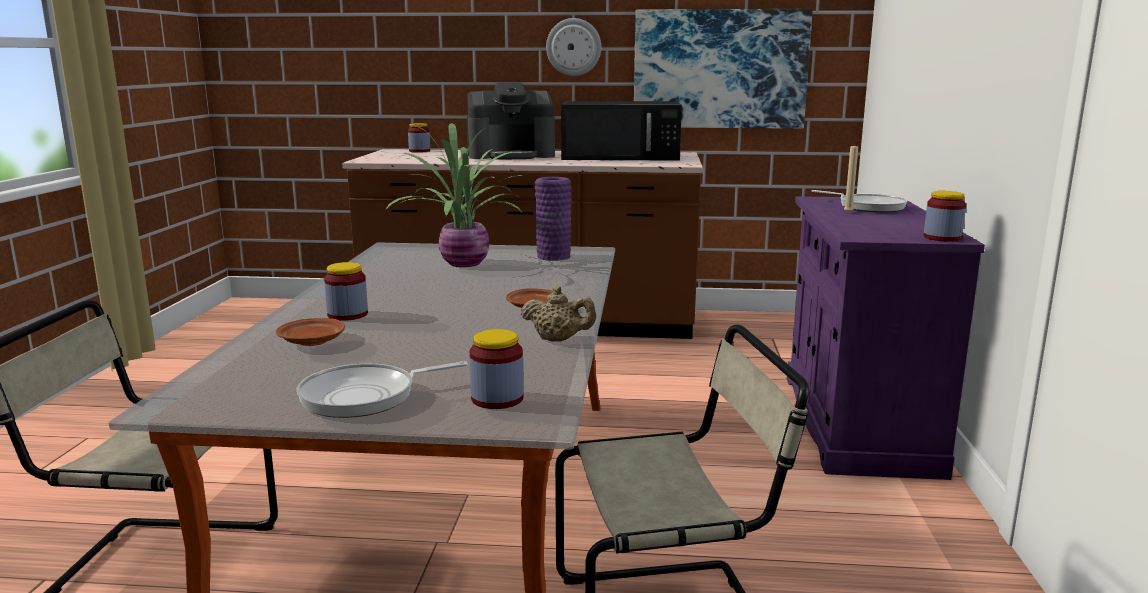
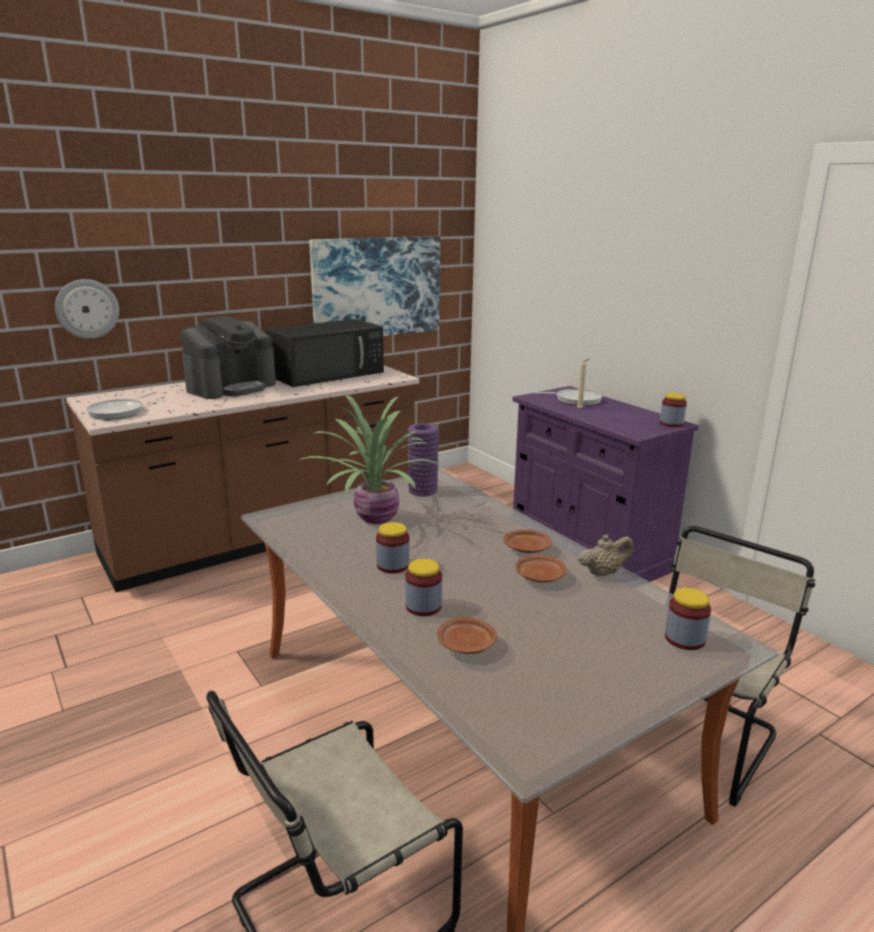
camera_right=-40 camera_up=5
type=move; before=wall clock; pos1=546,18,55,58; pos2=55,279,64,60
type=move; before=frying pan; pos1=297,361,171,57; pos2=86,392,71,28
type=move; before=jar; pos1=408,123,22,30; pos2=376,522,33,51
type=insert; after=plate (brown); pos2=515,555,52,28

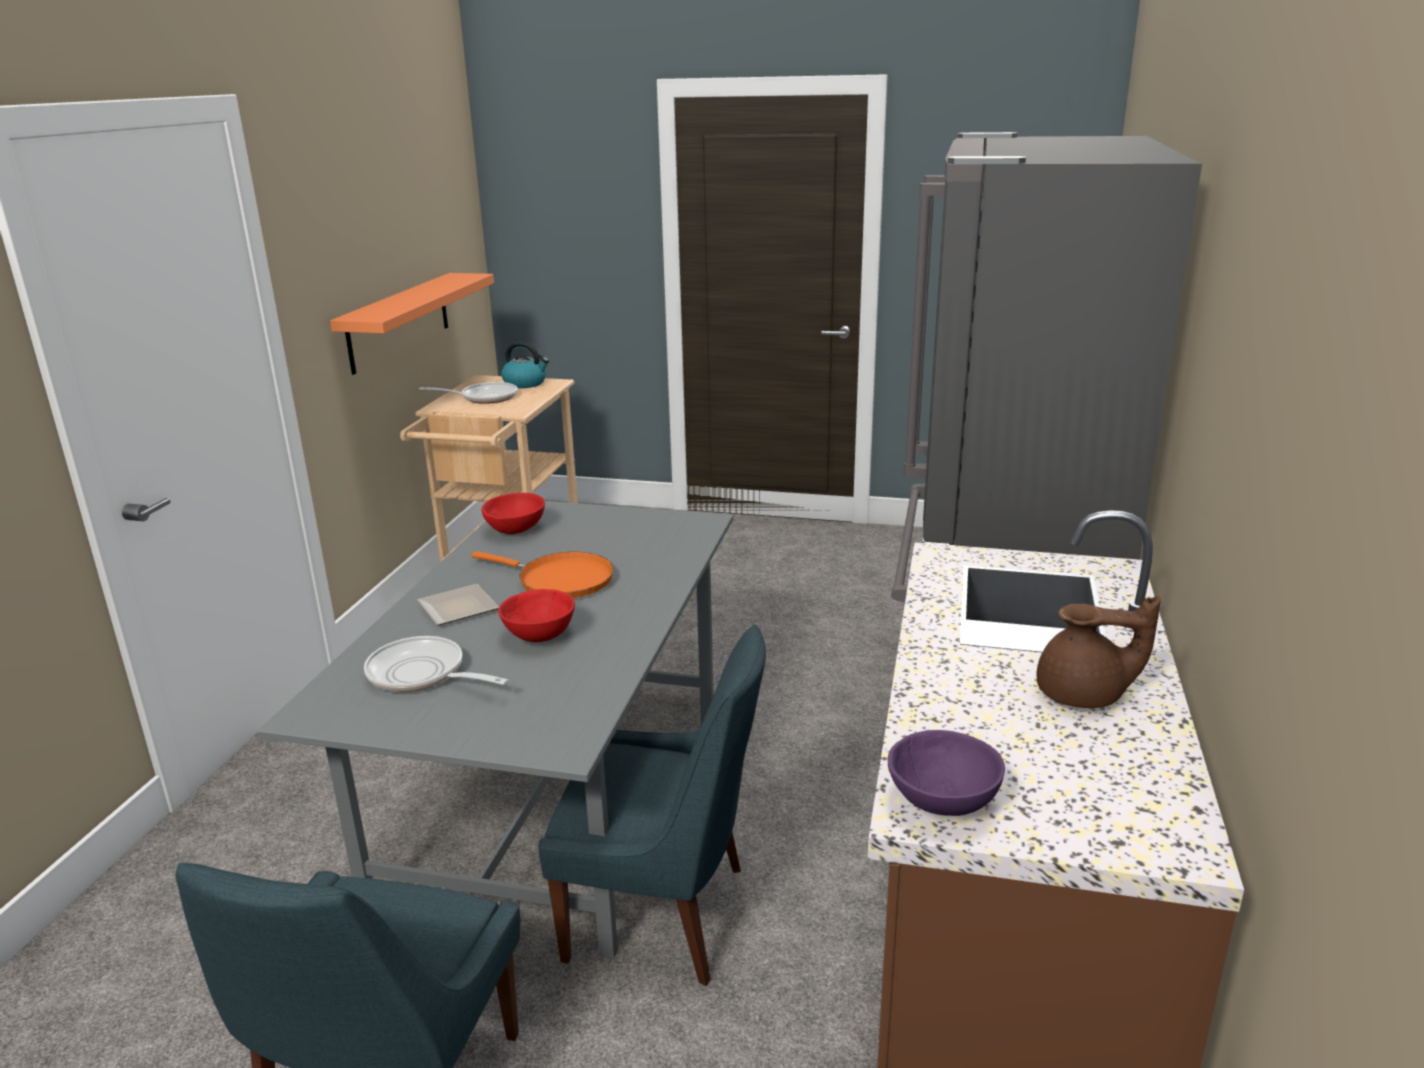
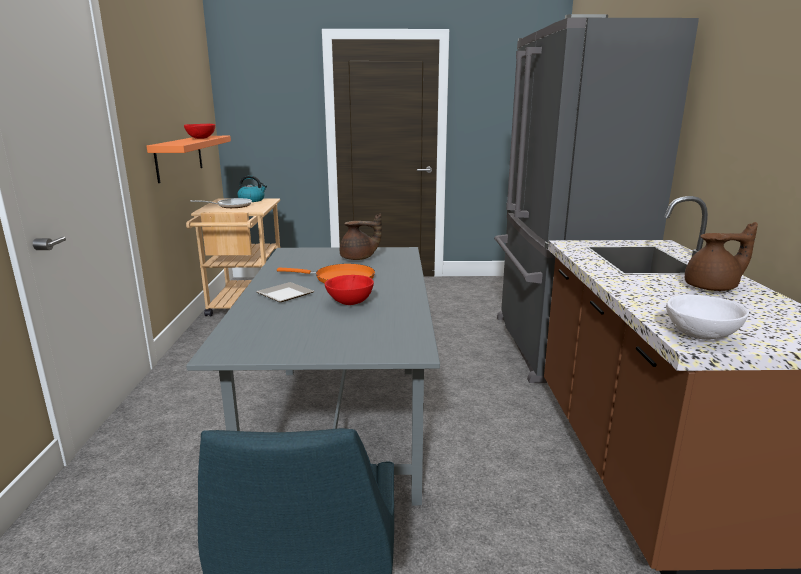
camera_right=-15 camera_up=-5
type=move; before=bowl (red); pos1=482,493,63,41; pos2=184,124,31,15
type=insert; after=teapot (brown); pos2=340,213,42,47
type=recolor; before=bowl (purple); after=bowl (white); pos1=888,730,117,86; pos2=666,295,83,45
type=delete; before=frying pan; pos1=364,636,145,56
type=delete; before=chair (blue); pos1=538,625,228,361

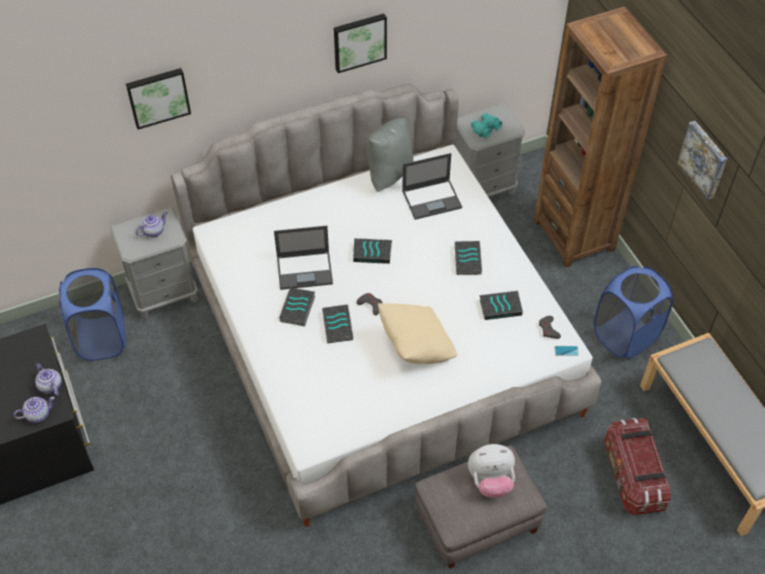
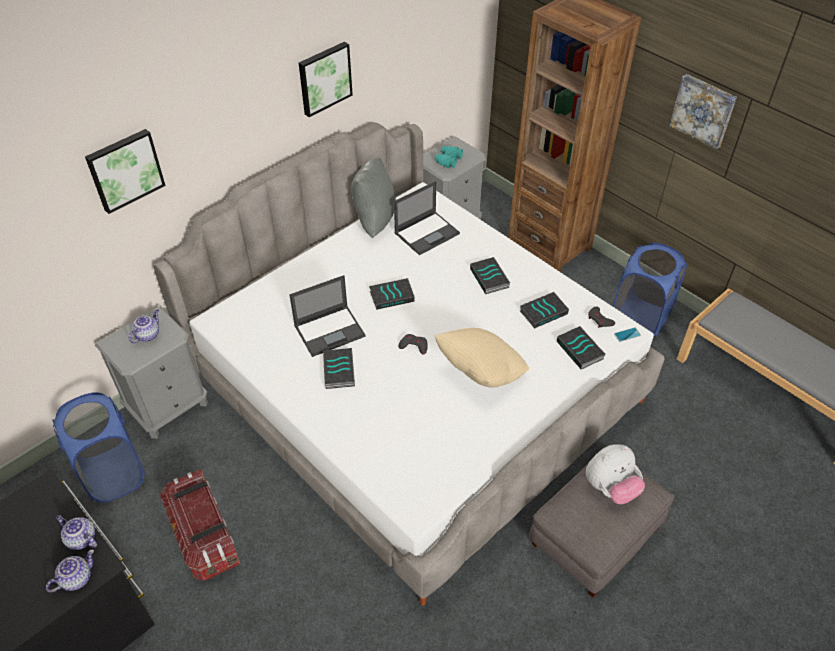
camera_right=-20 camera_up=-5
type=move; before=storage box; pos1=604,418,67,97; pos2=160,469,80,112
type=move; before=book; pos1=322,304,31,39; pos2=557,326,49,44

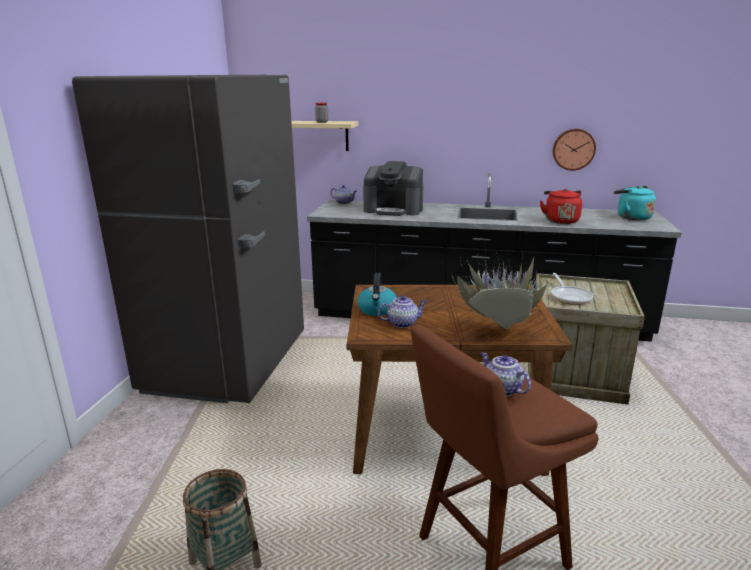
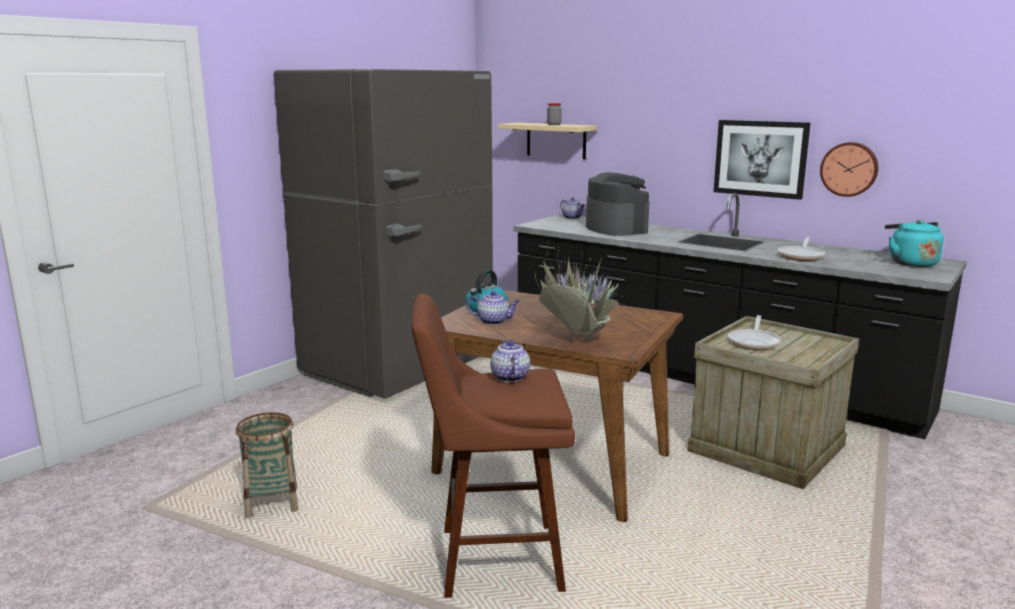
camera_right=25 camera_up=-5
type=rotate; before=coffee machine; pos1=363,161,60,55; pos2=586,172,64,64; turn=-150
type=insert; after=picture; pos2=714,120,97,80
type=replace; before=kettle (red); after=frying pan; pos1=540,189,42,35; pos2=778,237,47,24

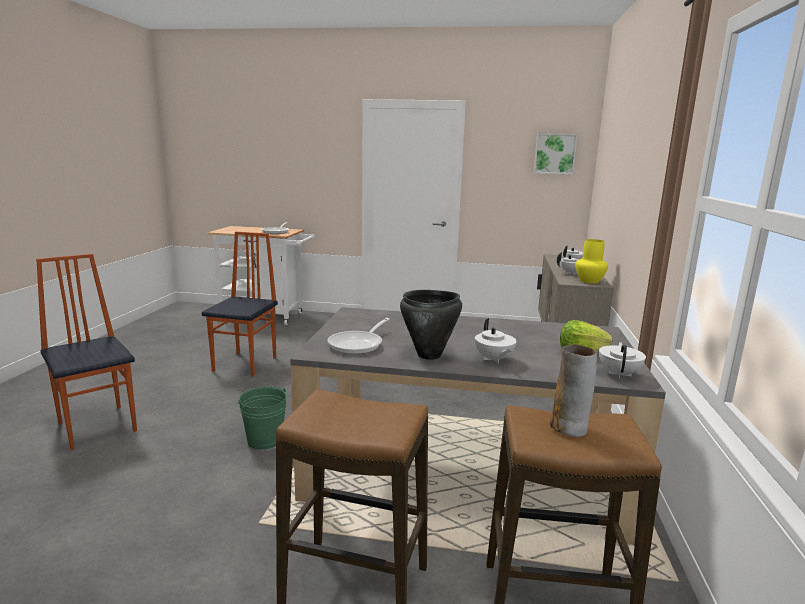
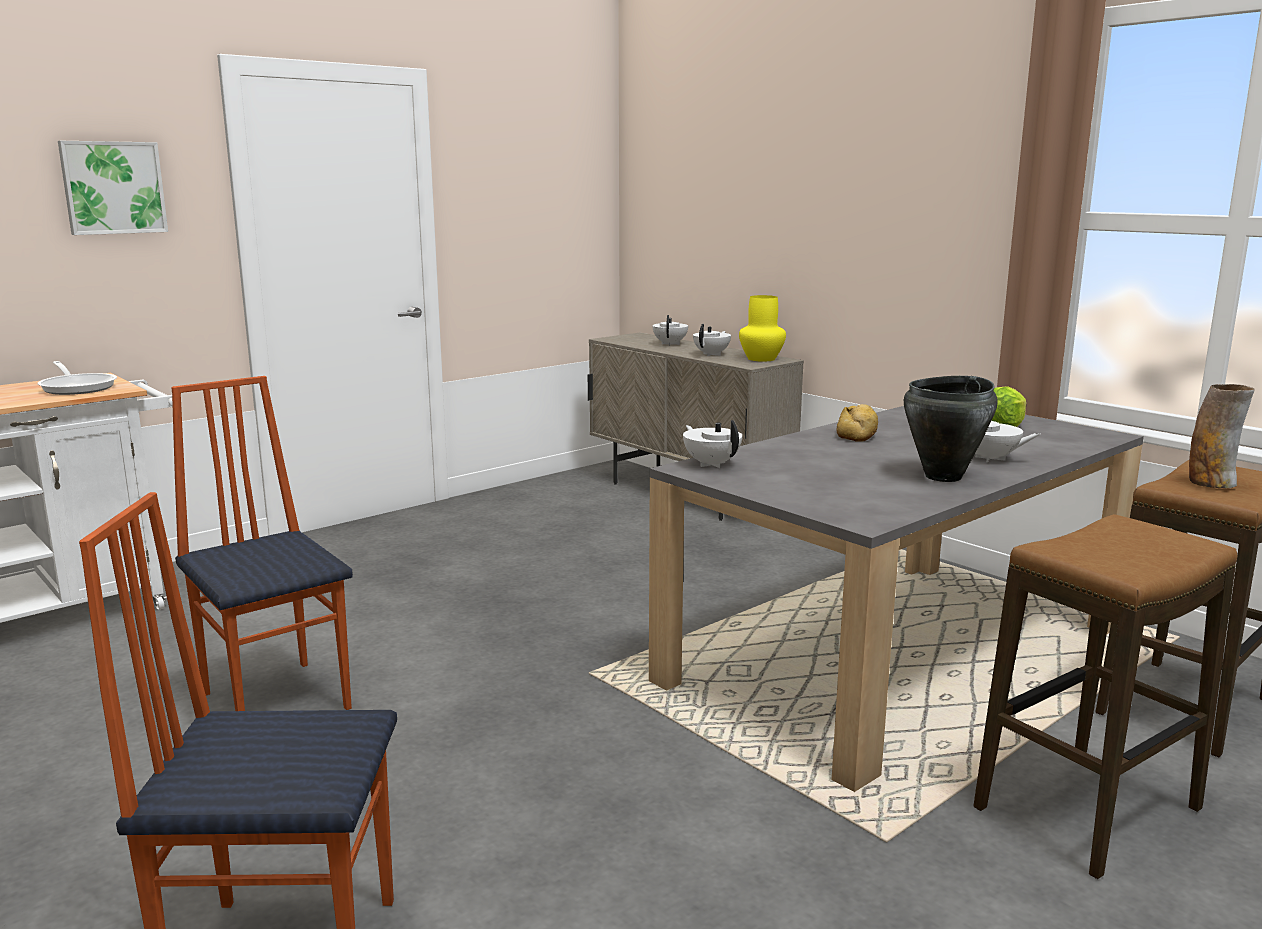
camera_right=-50 camera_up=0
type=move; before=picture; pos1=534,133,44,41; pos2=58,141,110,94
type=move; before=teapot (white); pos1=599,342,47,36; pos2=683,420,59,48
type=insert; after=bread; pos2=837,404,41,38
type=delete; before=bucket (green); pos1=236,387,50,63
type=delete; before=frying pan; pos1=327,318,63,36

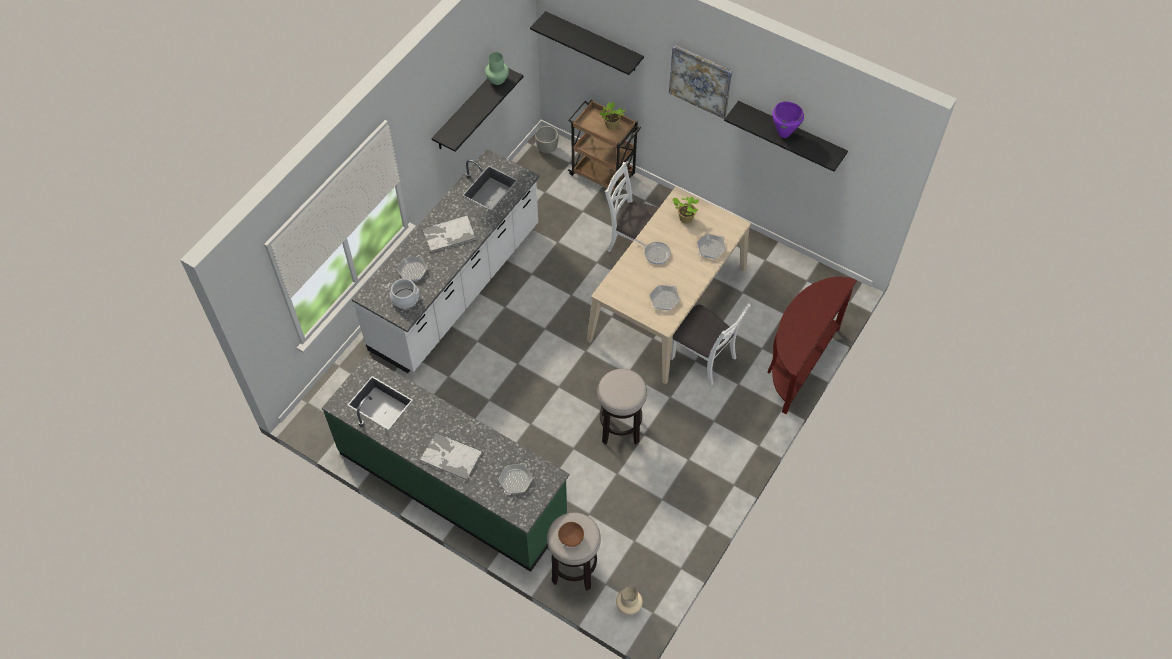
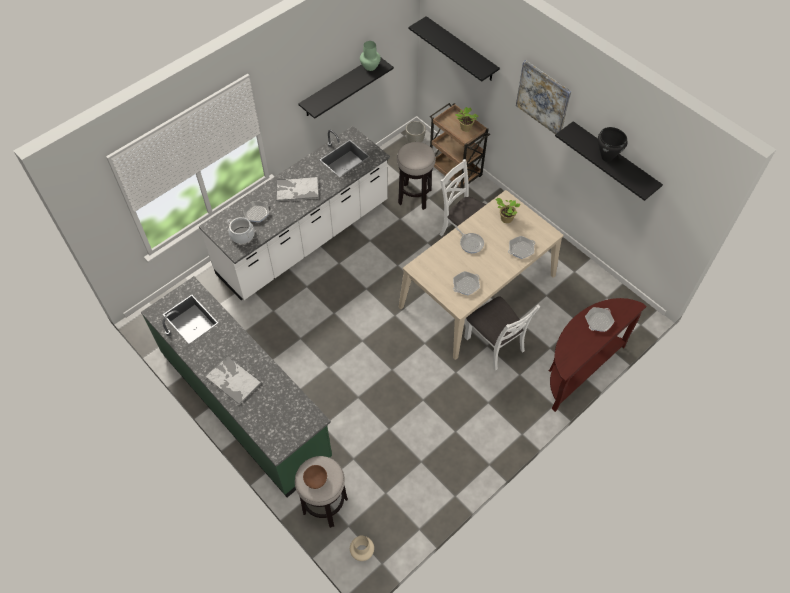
camera_right=15 camera_up=0
type=move; before=stool; pos1=597,369,50,76; pos2=397,142,39,68
type=move; before=frying pan; pos1=498,463,35,32; pos2=585,307,30,25
type=recolor; before=cooking pot (purple); after=cooking pot (black); pos1=772,102,32,36; pos2=598,127,30,35

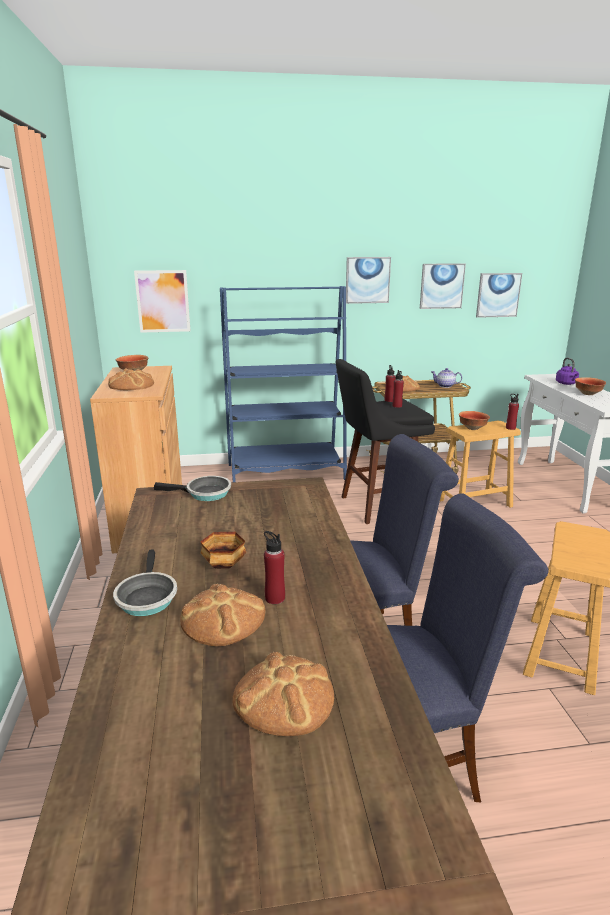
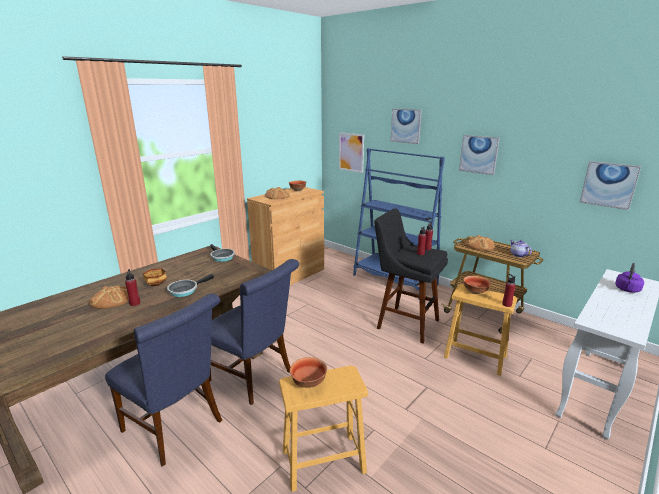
camera_right=50 camera_up=0
type=move; before=frying pan; pos1=113,549,64,67; pos2=167,274,47,23
type=move; before=bowl; pos1=575,377,31,18; pos2=290,357,37,31
type=move; before=picture; pos1=420,263,46,46; pos2=391,109,31,35
type=delete; before=bread; pos1=232,652,102,84

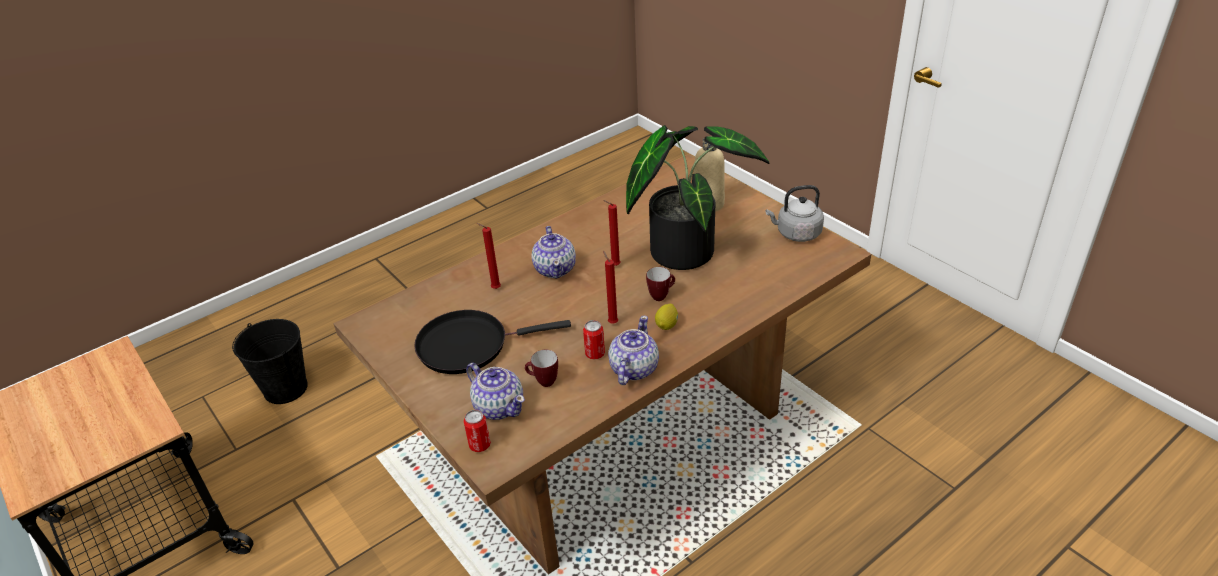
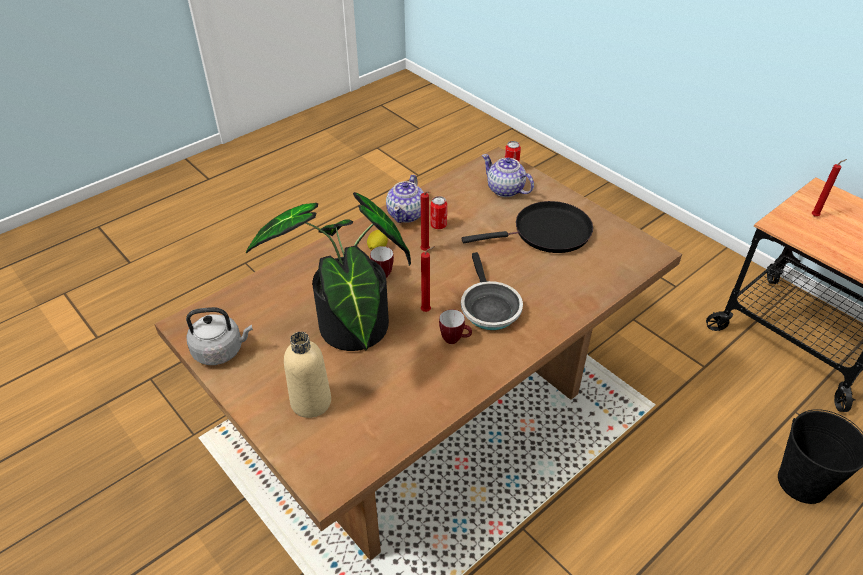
camera_right=175 camera_up=5
type=move; before=mug; pos1=525,350,33,37; pos2=439,309,33,35
type=replace; before=teapot; after=frying pan; pos1=532,226,44,53; pos2=461,252,62,78
type=move; before=candle (red); pos1=476,223,25,66; pos2=812,159,35,57

